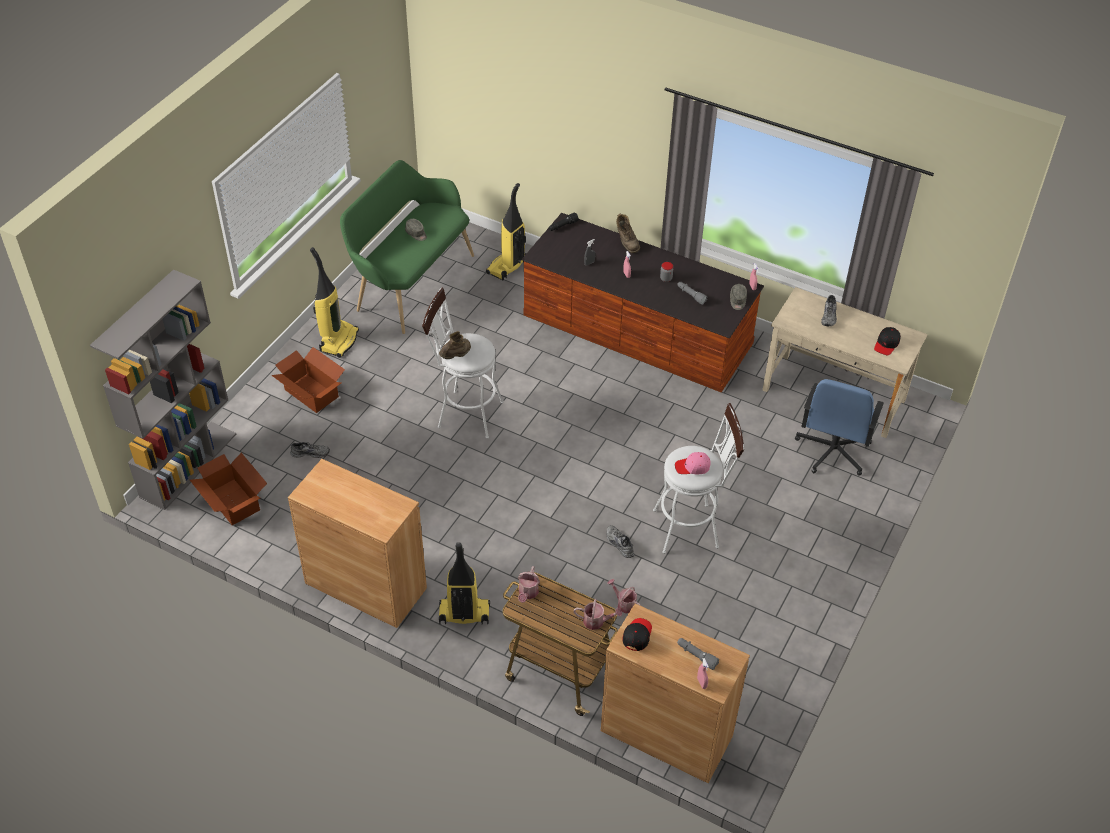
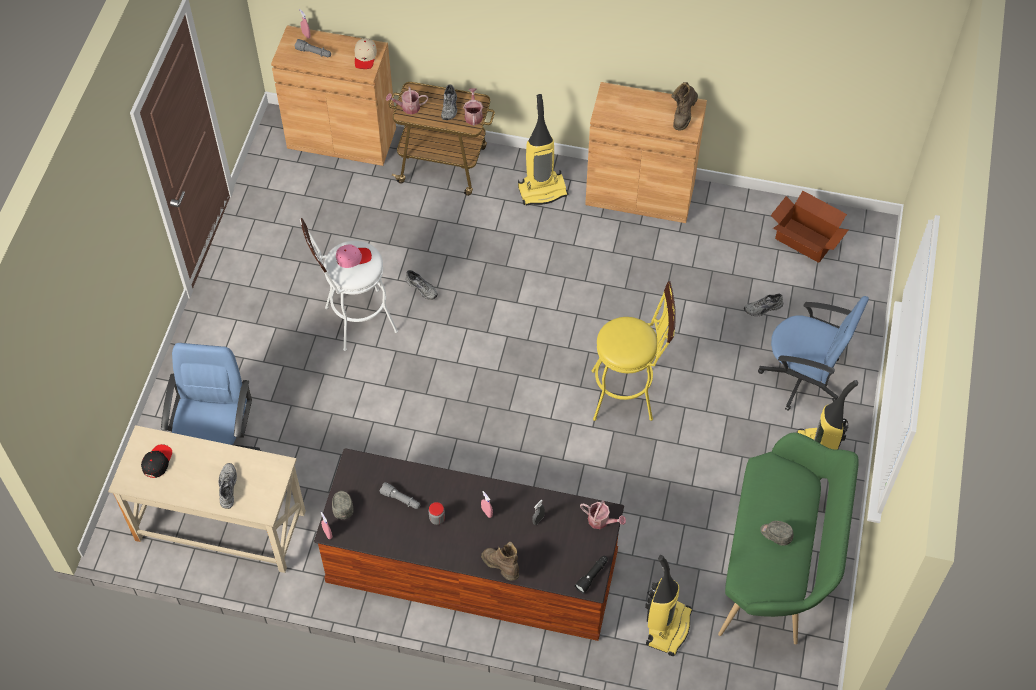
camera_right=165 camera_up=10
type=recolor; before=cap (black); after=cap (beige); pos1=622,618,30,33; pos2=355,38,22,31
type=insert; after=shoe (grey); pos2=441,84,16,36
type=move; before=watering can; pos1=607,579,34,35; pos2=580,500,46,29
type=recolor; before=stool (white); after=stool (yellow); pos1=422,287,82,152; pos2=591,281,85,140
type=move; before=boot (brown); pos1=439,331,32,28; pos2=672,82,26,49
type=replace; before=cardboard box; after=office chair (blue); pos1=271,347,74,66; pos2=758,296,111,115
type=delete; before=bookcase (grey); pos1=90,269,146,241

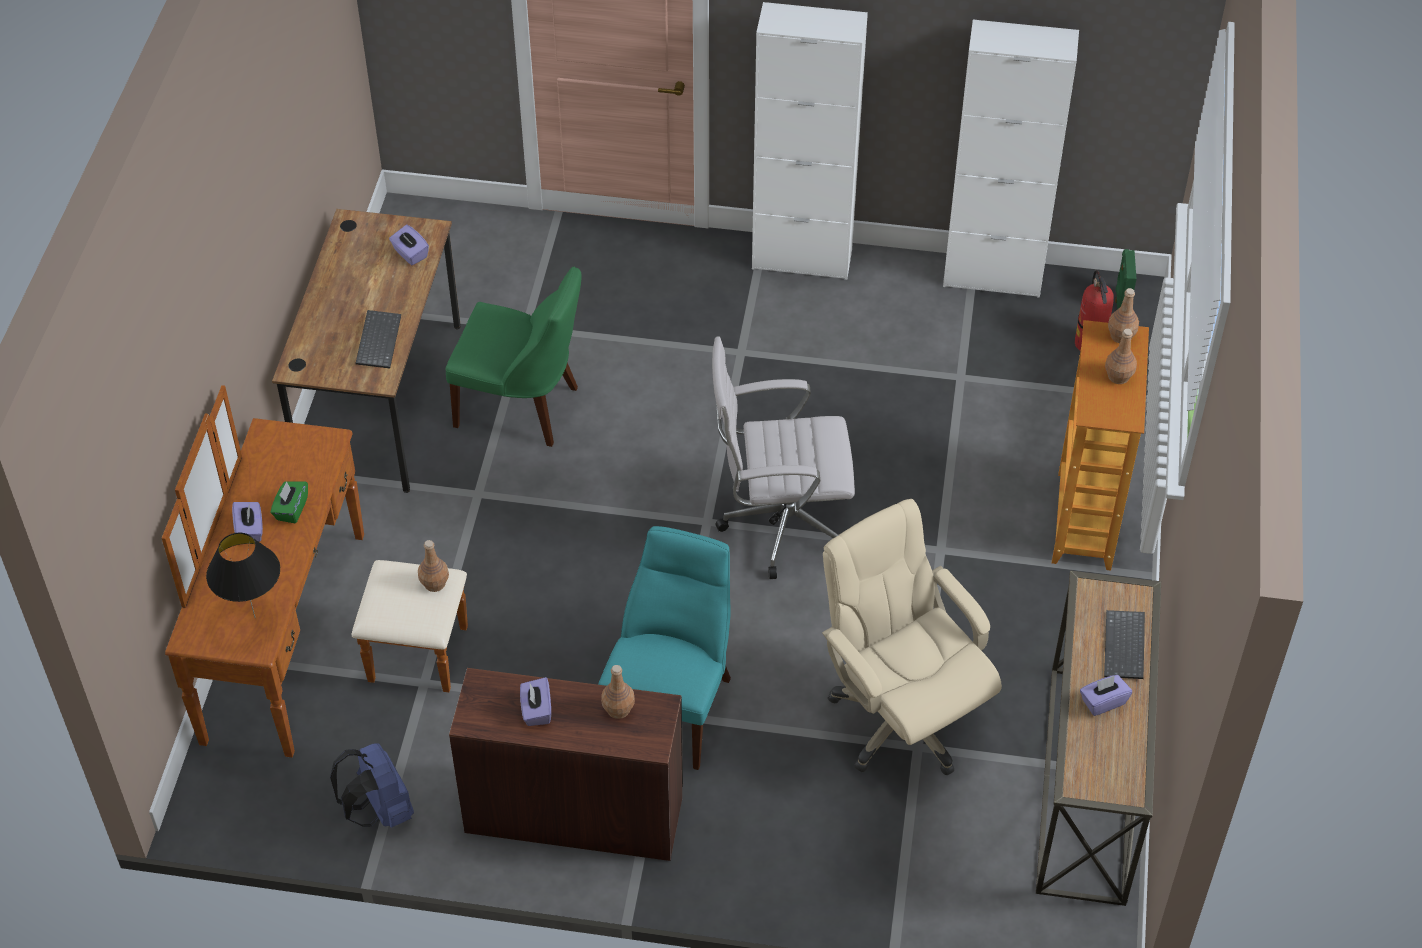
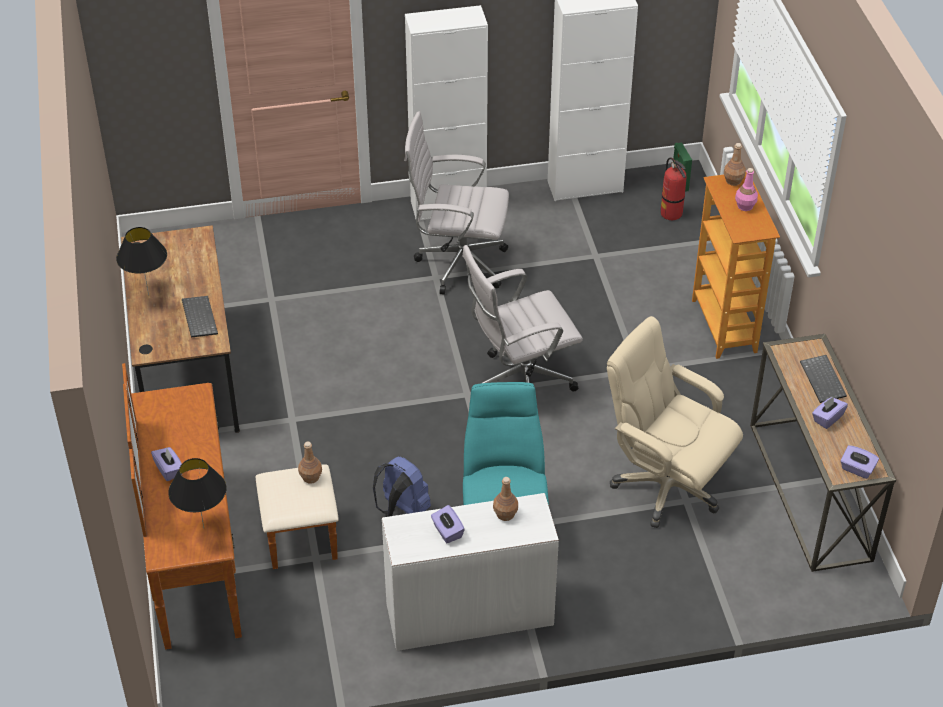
camera_right=-20 camera_up=-5
type=insert; after=table lamp (black); pos2=116,227,51,68
type=move; before=backpack (blue); pos1=330,743,84,85; pos2=373,456,58,60
type=recolor; before=desk (brown); after=desk (white); pos1=449,668,234,193; pos2=382,493,177,158
type=insert; after=office chair (white); pos2=404,111,105,183
type=recolor; before=bottle (brown); after=bottle (pink); pos1=1105,329,32,55; pos2=735,168,23,43
type=move; before=tissue box (purple); pos1=389,225,40,40; pos2=840,445,39,34
type=delete; before=tissue box (green); pos1=270,481,38,42
type=delete; before=chair (green); pos1=446,267,136,180

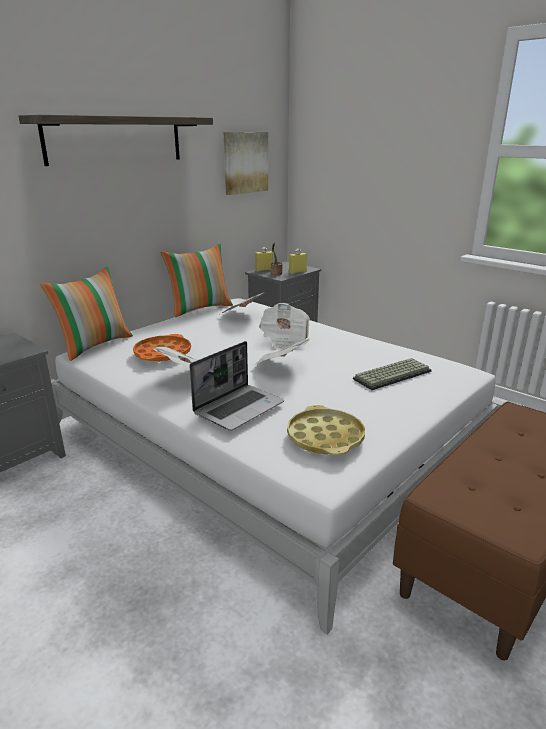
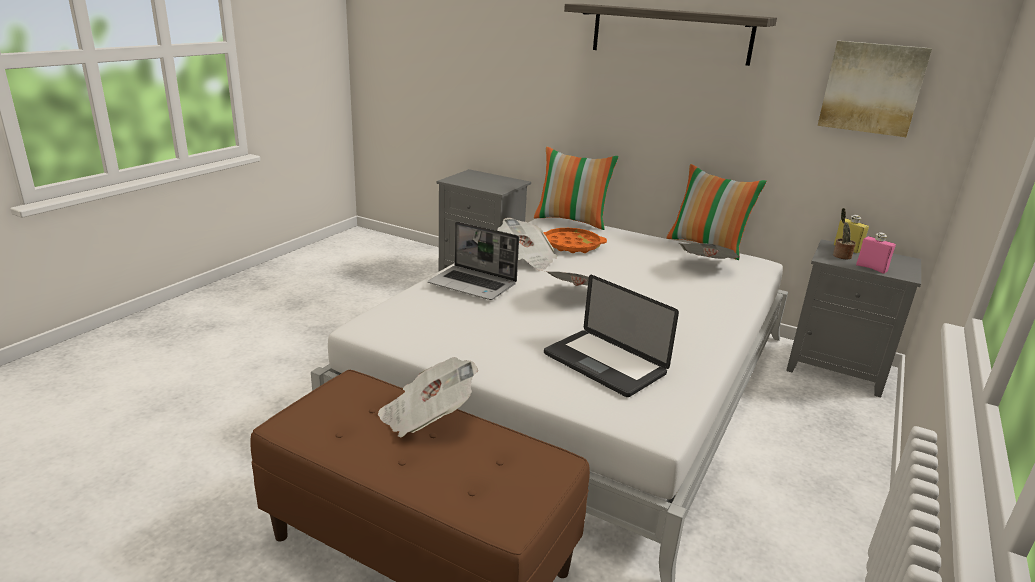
camera_right=75 camera_up=0
type=move; before=newspaper; pos1=259,303,51,47; pos2=378,357,100,81
type=replace; before=keyboard; after=laptop; pos1=353,358,79,32; pos2=544,275,135,122
type=recolor; before=bottle (yellow); after=bottle (pink); pos1=289,249,18,25; pos2=856,232,40,42
type=delete; before=tray (yellow); pos1=287,405,78,50

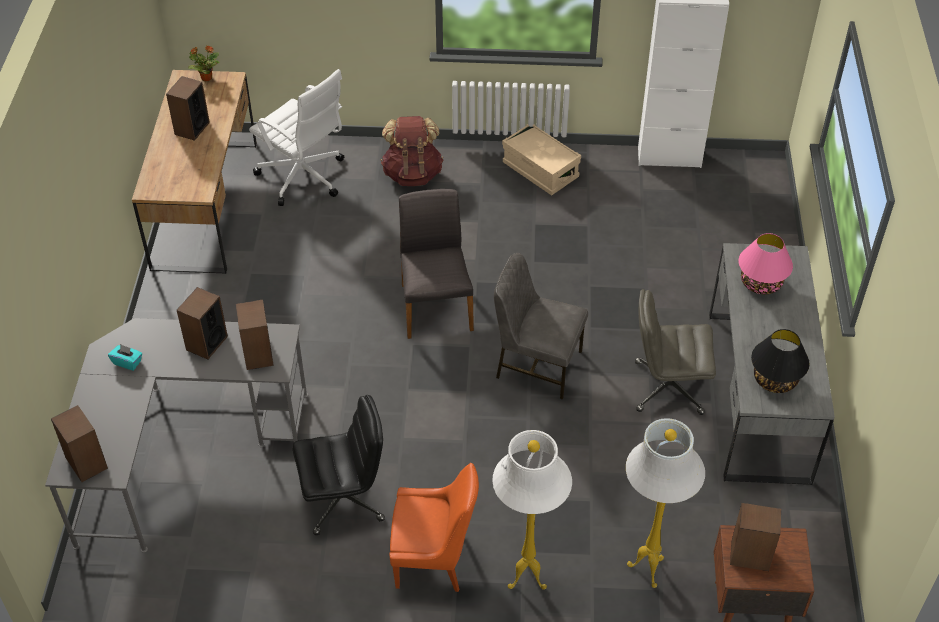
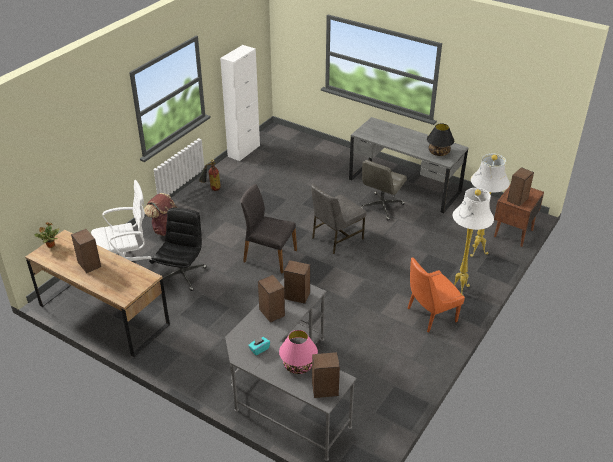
camera_right=-60 camera_up=-10
type=move; before=office chair (black); pos1=293,395,92,140; pos2=153,207,54,84
type=replace; before=storage box (beige); after=fire extinguisher; pos1=502,124,79,72; pos2=199,159,22,32
type=move; before=table lamp (pink); pos1=739,233,54,61; pos2=279,330,39,44
type=rotate; before=chair (orange); pos1=389,463,90,129; pos2=408,257,57,76; turn=-150

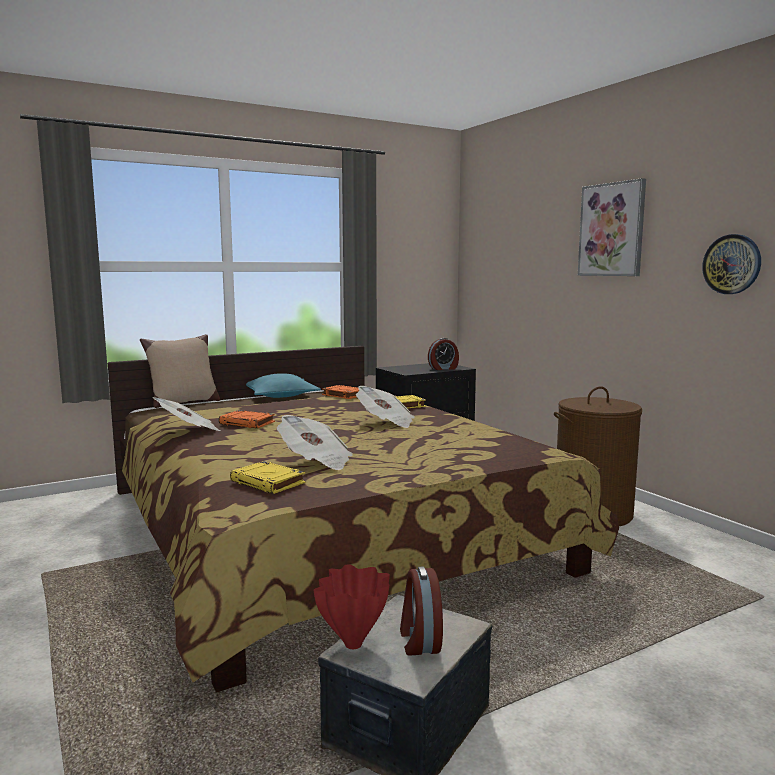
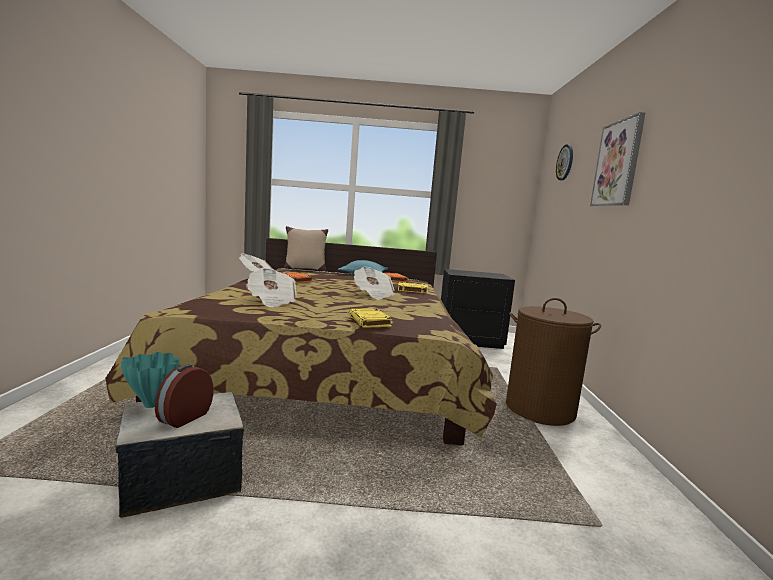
camera_right=30 camera_up=0
type=recolor; before=vase (red); after=vase (turquoise); pos1=314,564,76,85; pos2=121,352,59,56
type=move; before=book (yellow); pos1=230,461,75,33; pos2=349,309,43,19
type=move; before=wall clock; pos1=702,234,59,60; pos2=556,144,17,36
type=delete; before=alarm clock; pos1=428,338,31,32

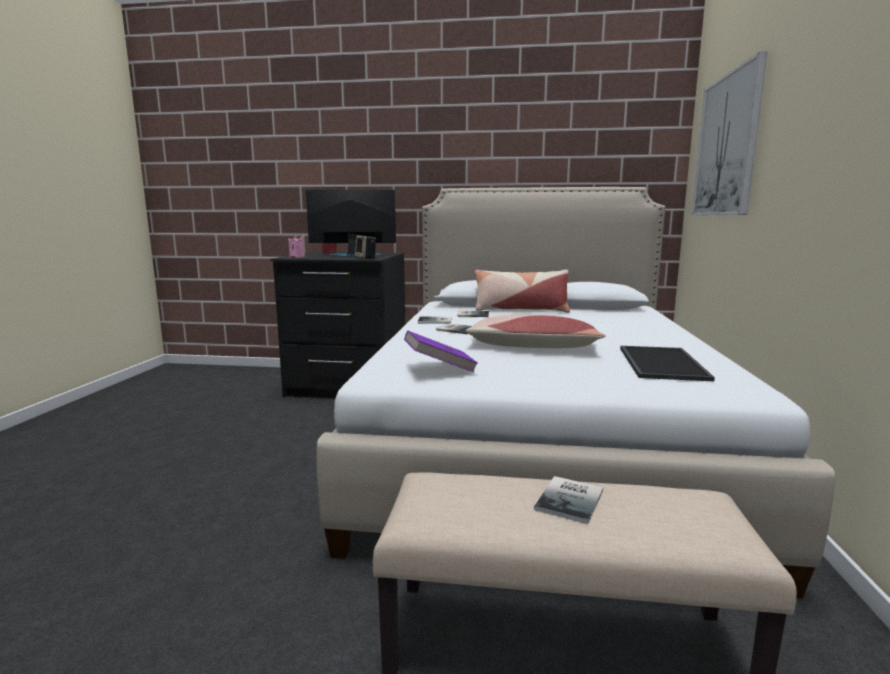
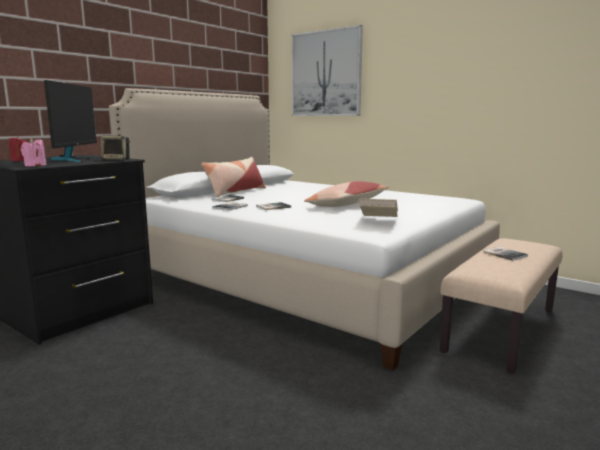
camera_right=-60 camera_up=0
type=rotate; before=monitor; pos1=306,190,90,67; pos2=44,80,58,83; turn=150
type=recolor; before=book (purple); after=book (beige); pos1=404,331,74,41; pos2=358,199,40,18
type=delete; before=tray; pos1=620,346,95,35

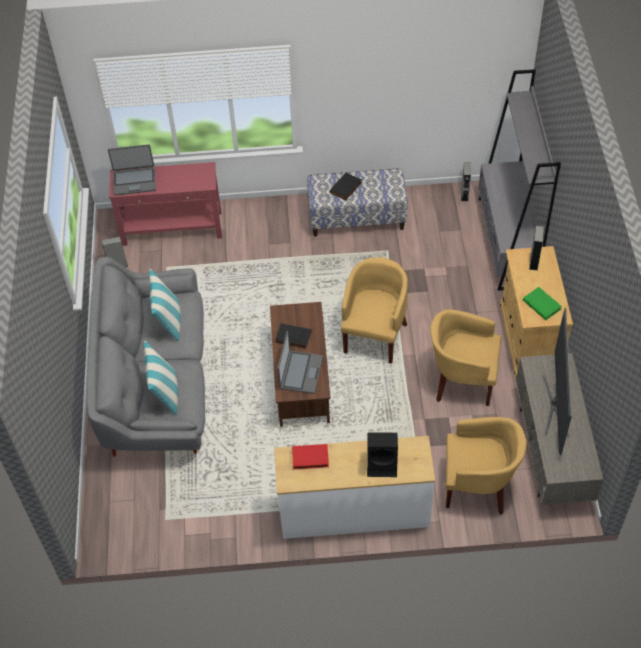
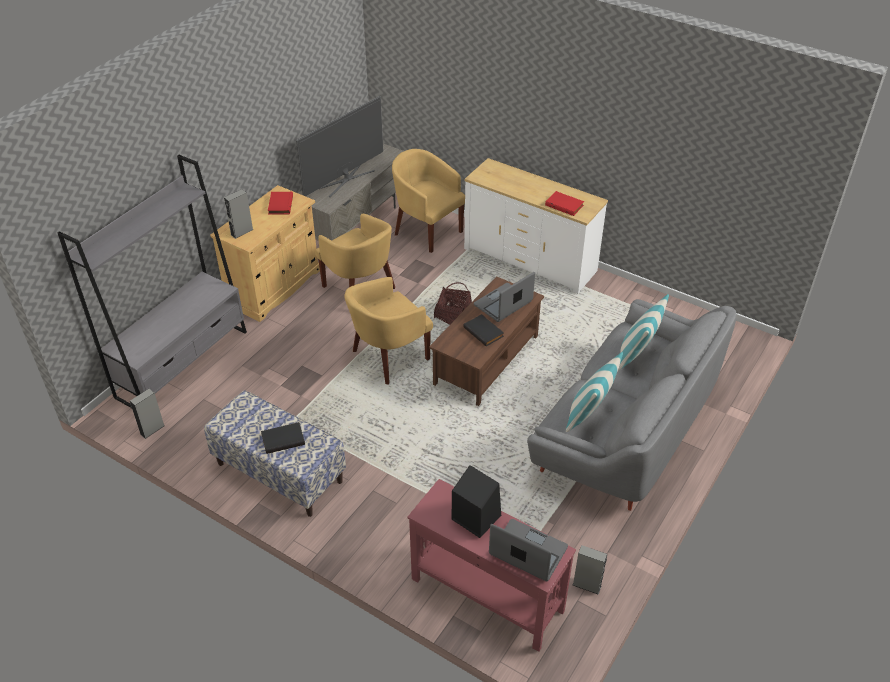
camera_right=-145 camera_up=-10
type=recolor; before=book (green); after=book (red); pos1=523,287,39,33; pos2=268,191,25,24
type=insert; after=basket; pos2=434,282,38,43
type=move; before=speaker (black); pos1=367,432,31,45; pos2=452,465,49,73

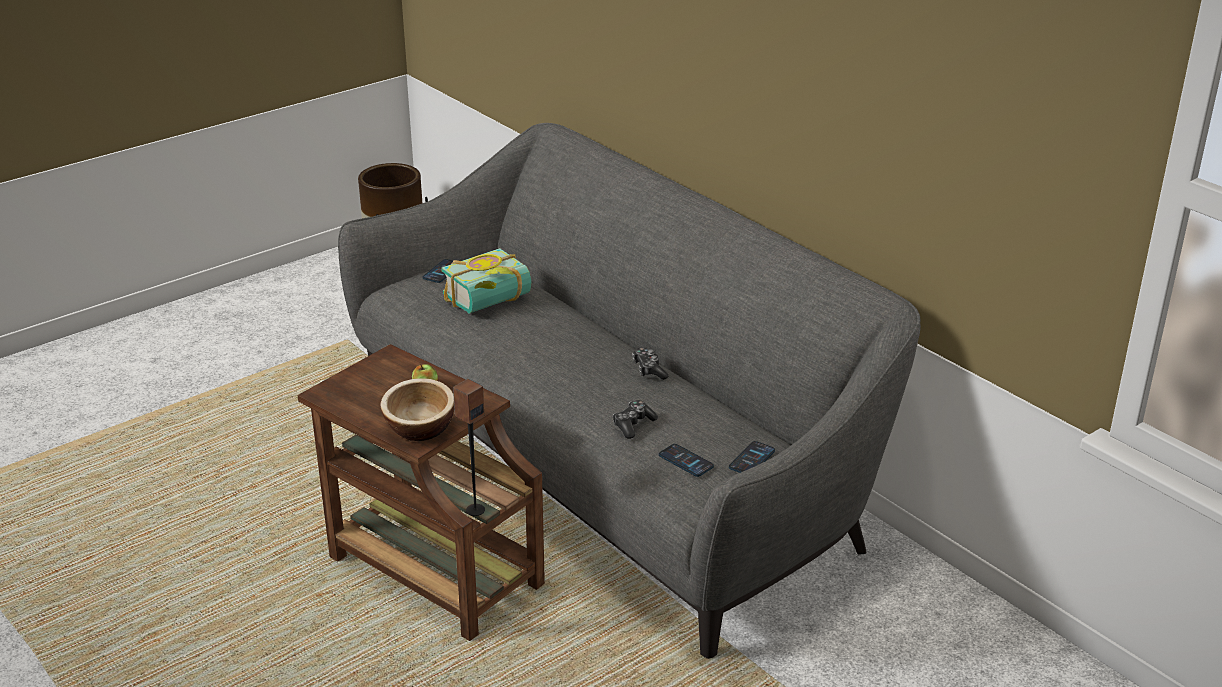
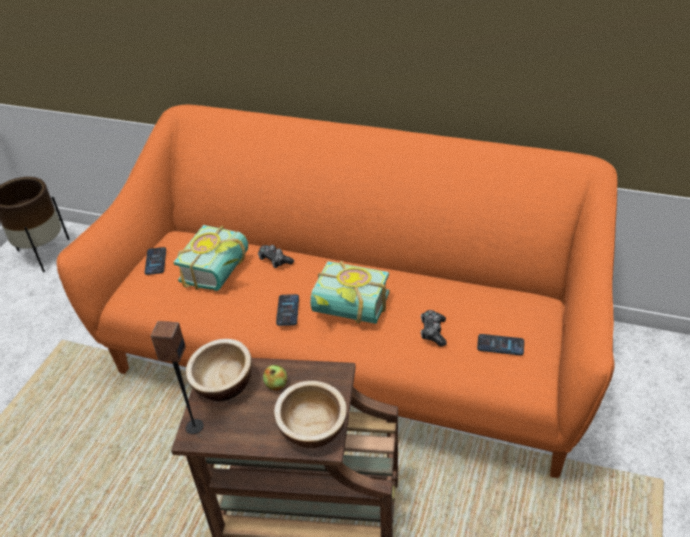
camera_right=-30 camera_up=10
type=recolor; before=sofa (grey); after=sofa (orange); pos1=338,123,583,536; pos2=57,105,560,373
type=move; before=speaker; pos1=453,379,32,137; pos2=151,321,53,113
type=insert; after=bowl; pos2=186,339,66,62
type=move; before=game controller; pos1=632,347,36,33; pos2=258,245,36,23
type=move; before=phone; pos1=729,441,46,32; pos2=276,294,23,32
type=insert; after=book; pos2=311,261,78,63

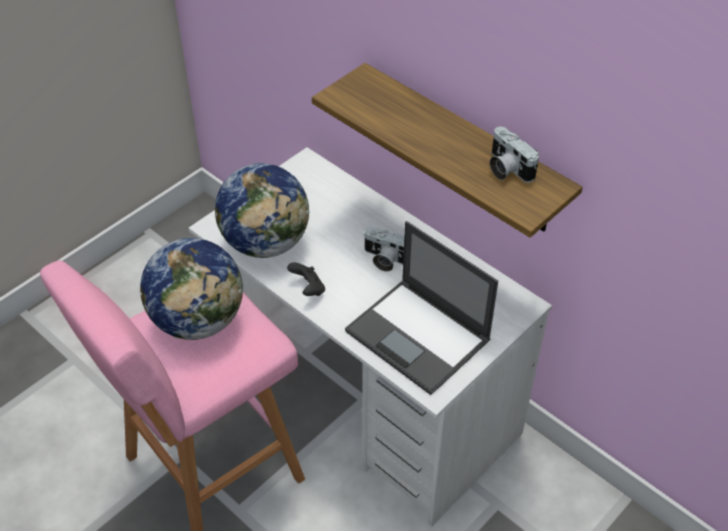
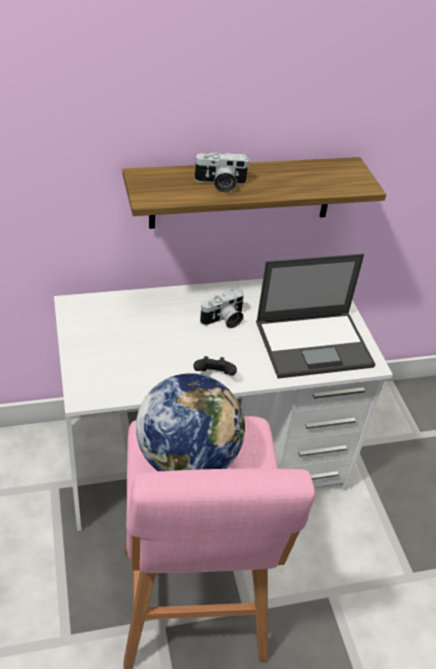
camera_right=-60 camera_up=-5
type=move; before=photo camera; pos1=490,127,49,56; pos2=193,152,57,41
type=delete; before=globe; pos1=215,163,94,95

